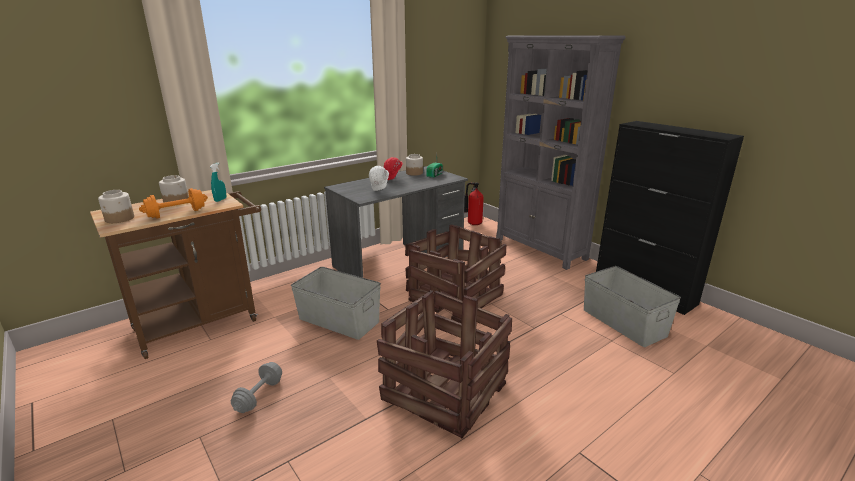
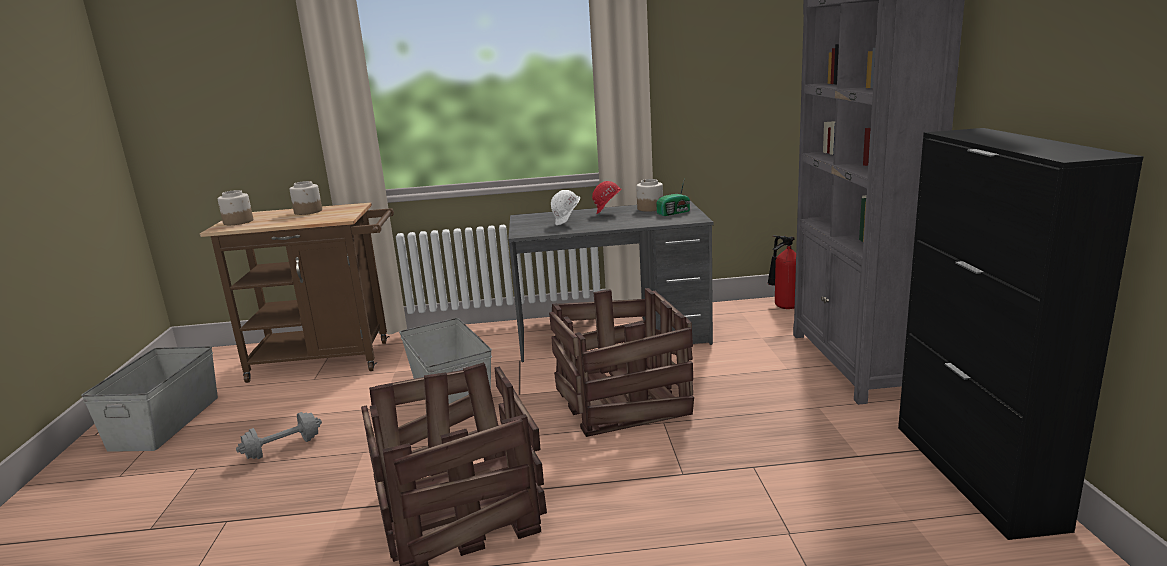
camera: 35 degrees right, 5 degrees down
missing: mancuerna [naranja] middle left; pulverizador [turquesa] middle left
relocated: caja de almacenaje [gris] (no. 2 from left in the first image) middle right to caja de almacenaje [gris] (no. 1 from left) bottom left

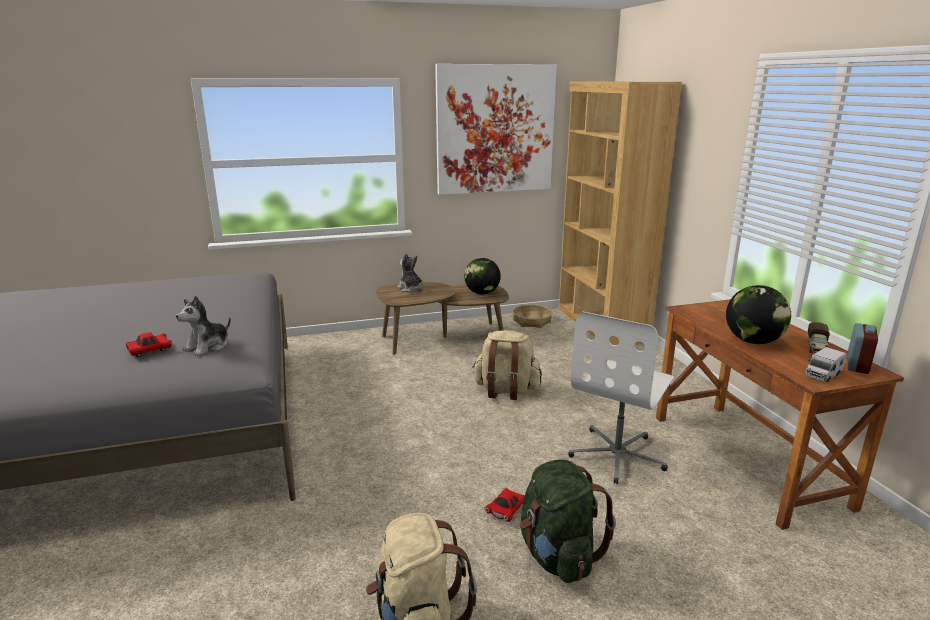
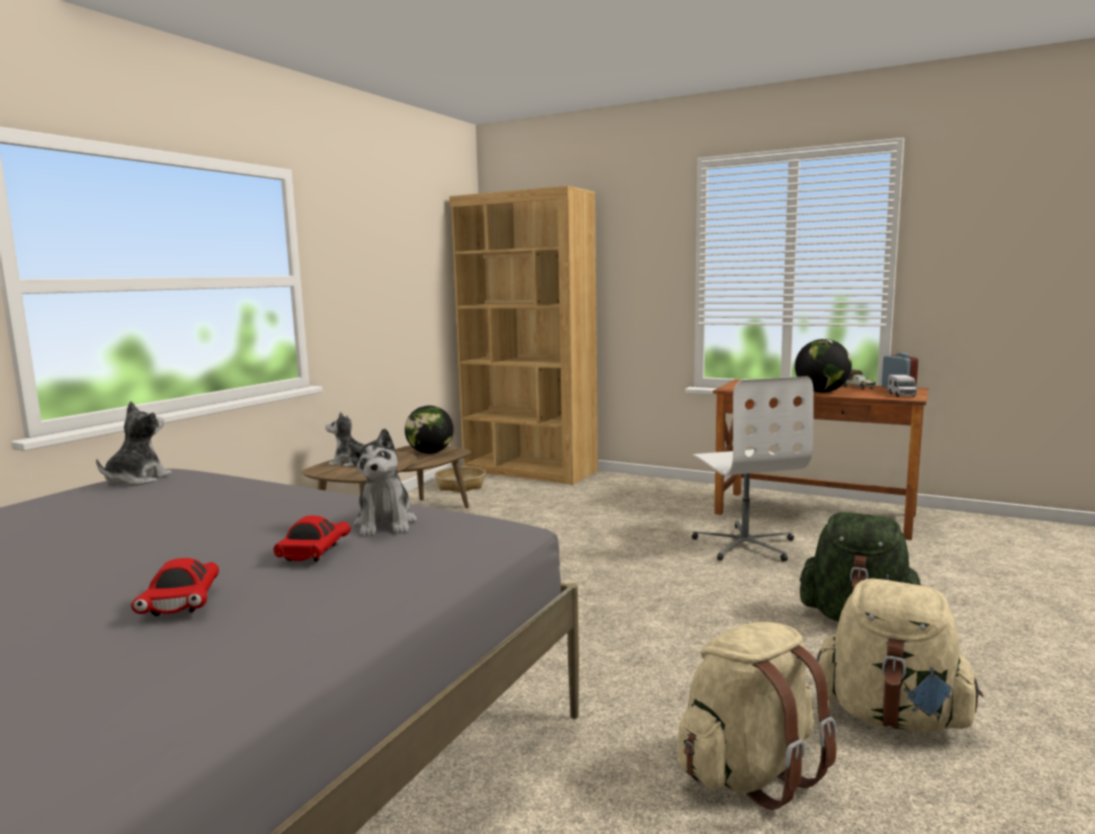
camera: 45 degrees left, 10 degrees down
missing: cuadro top centre
appeared: peluche (no. 1 from left) middle left
relocated: mochila [beis] (no. 2 from left in the first image) centre to mochila [beis] (no. 1 from left) bottom right; coche de juguete [rojo] (no. 2 from left in the first image) bottom centre to coche de juguete [rojo] (no. 1 from left) bottom left

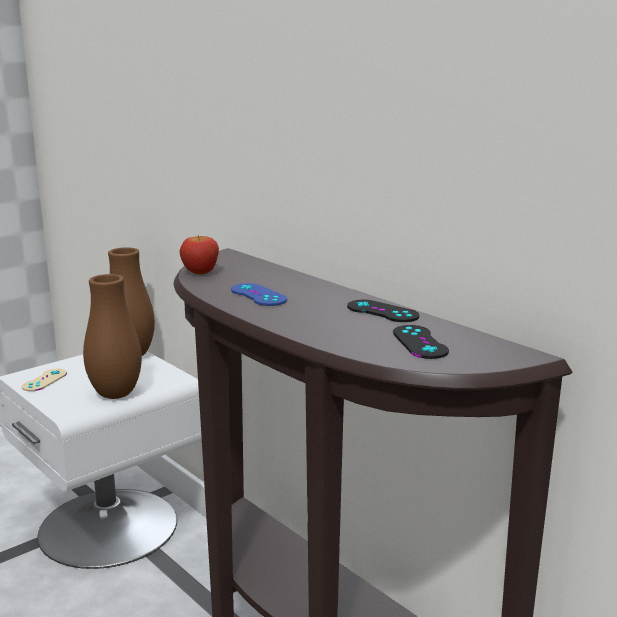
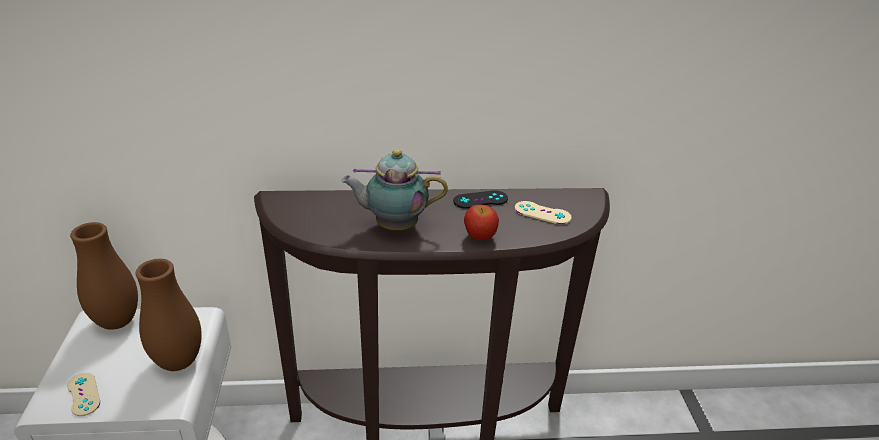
camera: 55 degrees left, 15 degrees up
relocated: manzana middle left to centre
exchanged: mando de consola [azul] centre to tetera centre
colour: mando de consola [negro] (no. 2 from left) middle right to mando de consola [beis] (no. 2 from left) centre

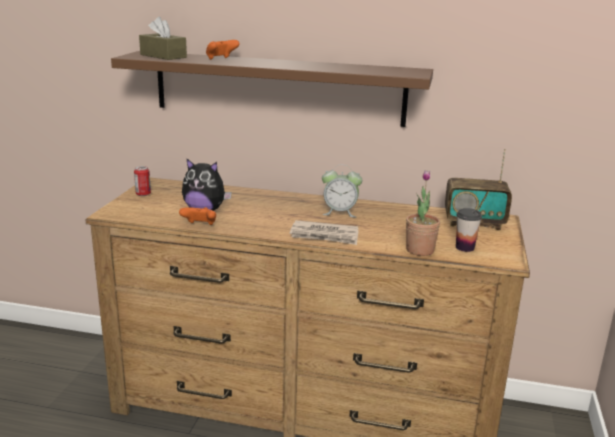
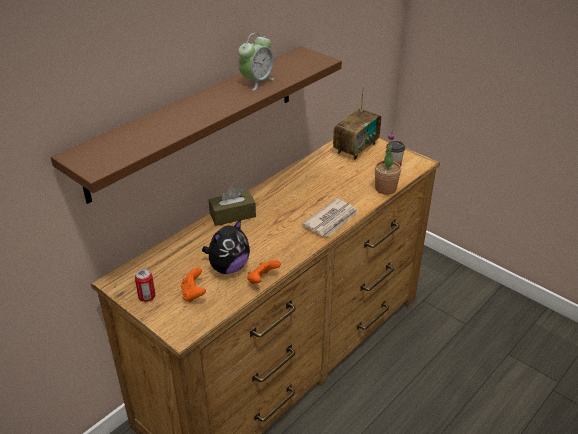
camera: 60 degrees left, 15 degrees up
relocated: caja de pañuelos [marrón] top left to centre; mando de consola [naranja] (no. 2 from left in the first image) top centre to mando de consola [naranja] (no. 1 from left) centre; despertador centre to top centre

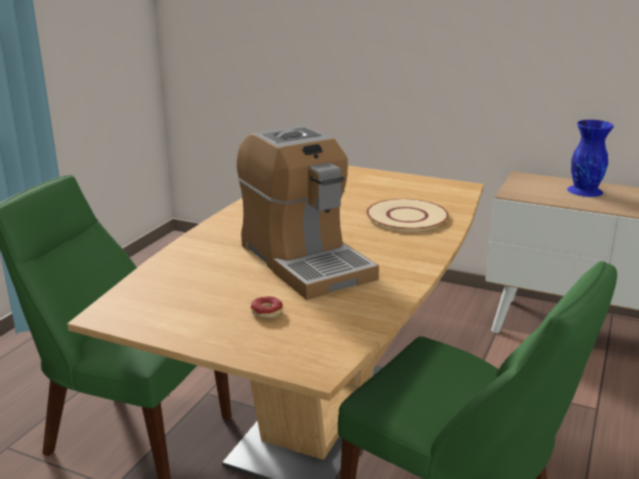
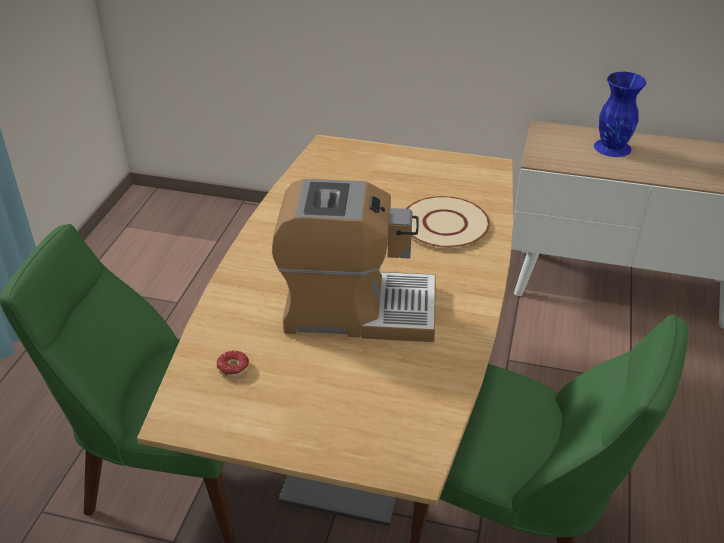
camera: 10 degrees left, 15 degrees up
relocated: rosquilla centre to bottom left
spun: cafetera centre = centre 45 degrees counterclockwise

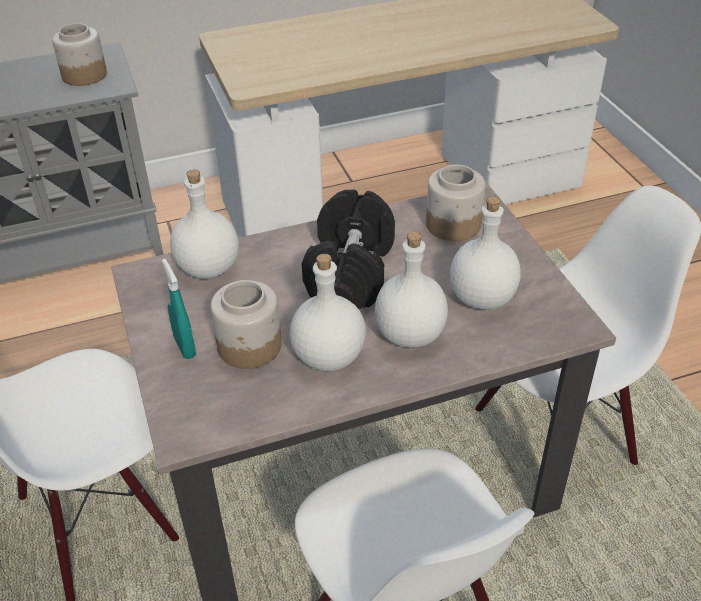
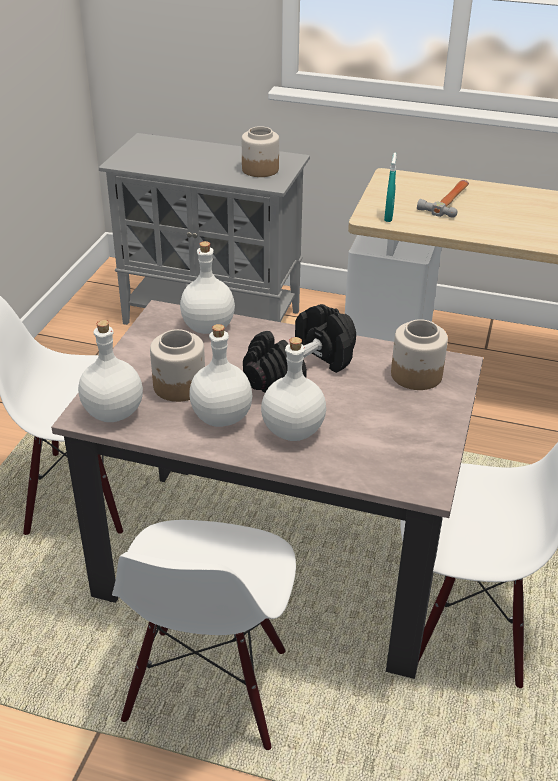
camera: 35 degrees right, 5 degrees down
appeared: martillo top right
relocated: pulverizador [turquesa] middle left to top right; botella [blanco] (no. 4 from left in the first image) middle right to botella [blanco] (no. 1 from left) middle left

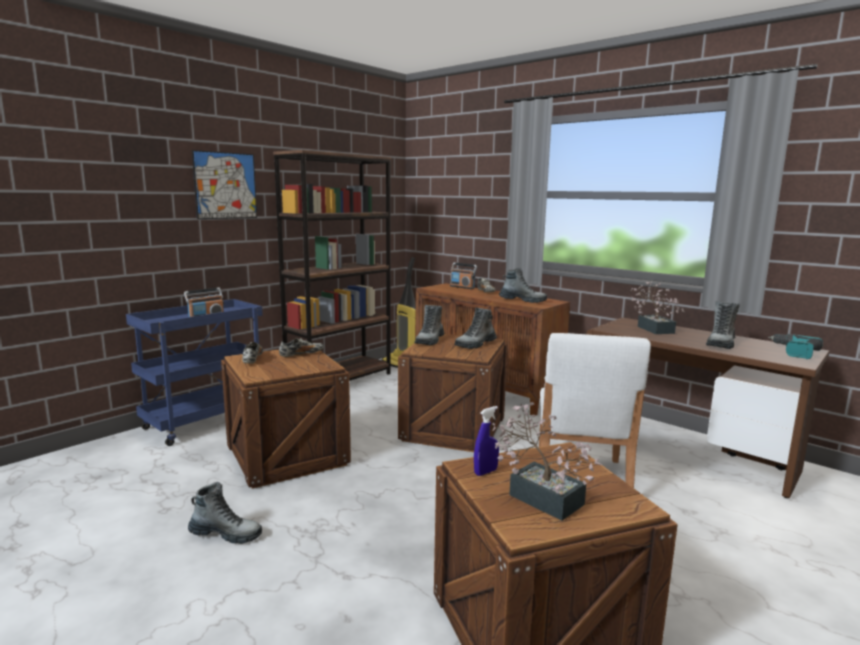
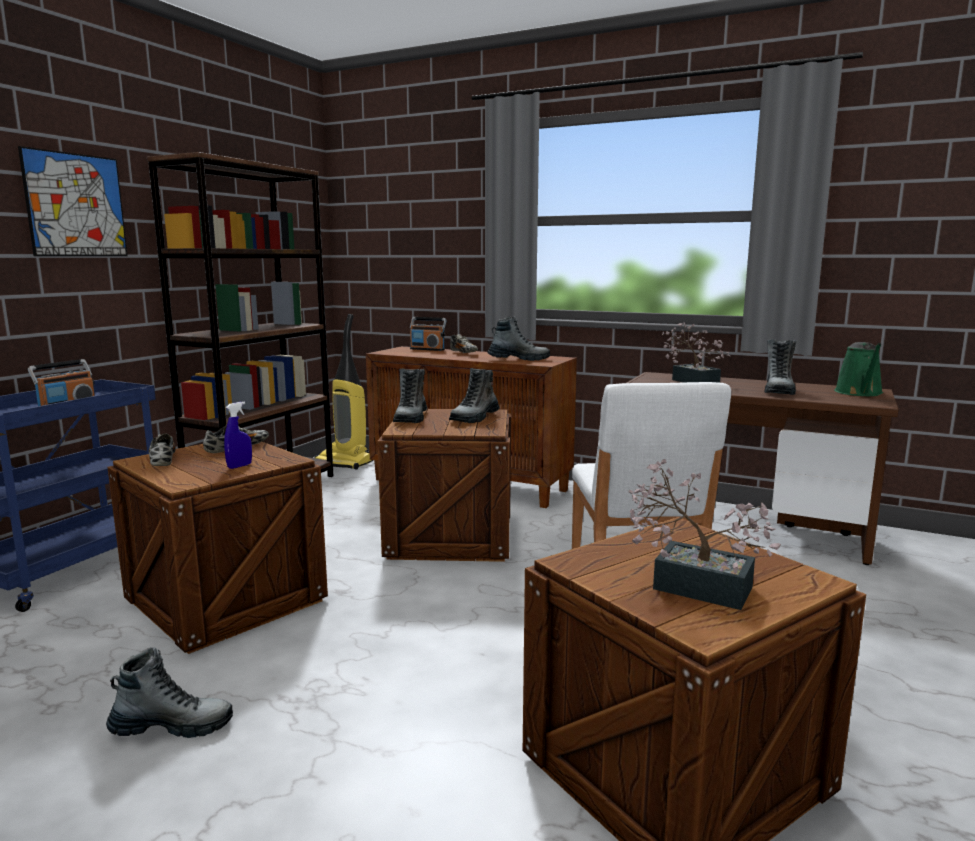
camera: 15 degrees left, 0 degrees up
relocated: pulverizador [azul] bottom centre to middle left
exchanged: taladro middle right to regadera [verde] middle right

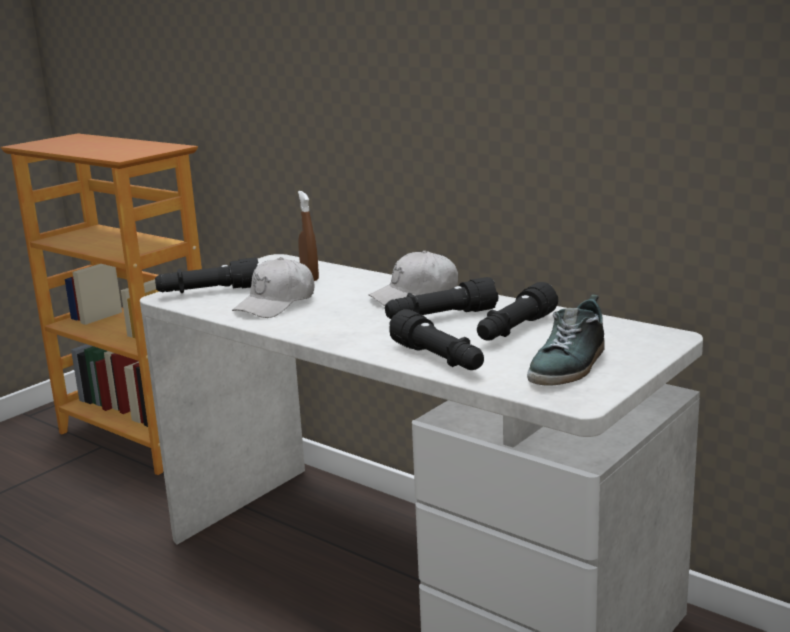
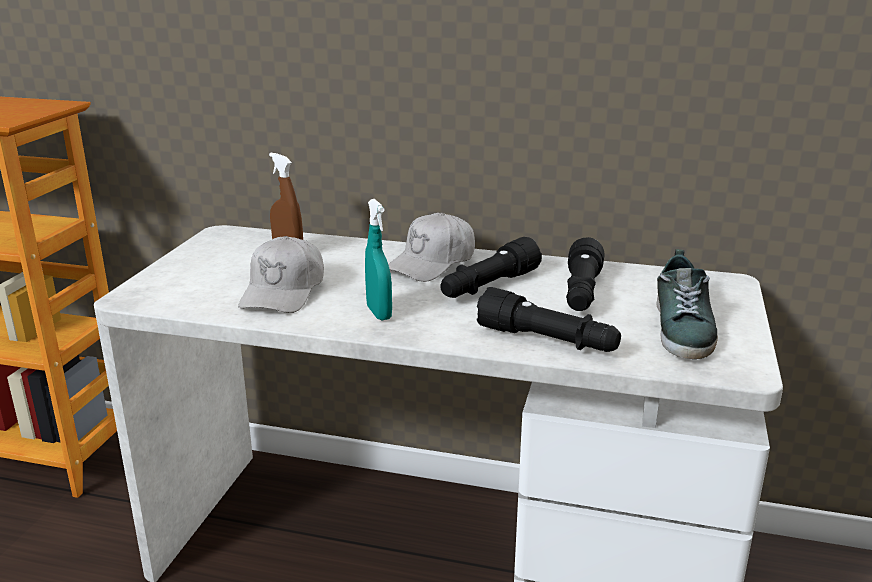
camera: 25 degrees left, 5 degrees up
missing: linterna [negro] (no. 1 from left) middle left
appeared: pulverizador [turquesa] centre

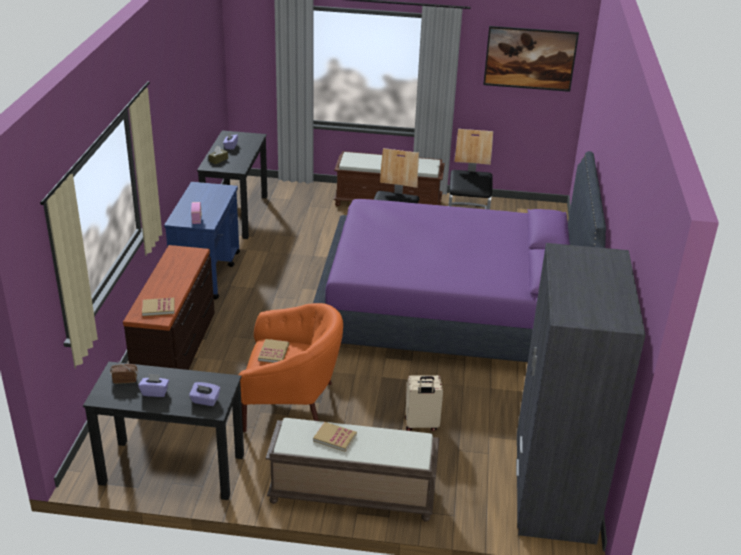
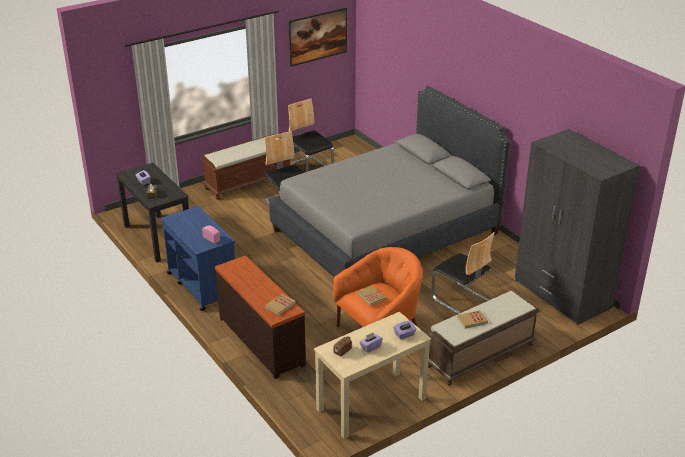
camera: 40 degrees left, 0 degrees up
exchanged: maleta [beis] bottom centre to silla (no. 3 from left) middle right
colour: escritorio [negro] (no. 1 from left) bottom left to escritorio [beis] bottom centre; cama [morado] centre to cama [gris] centre

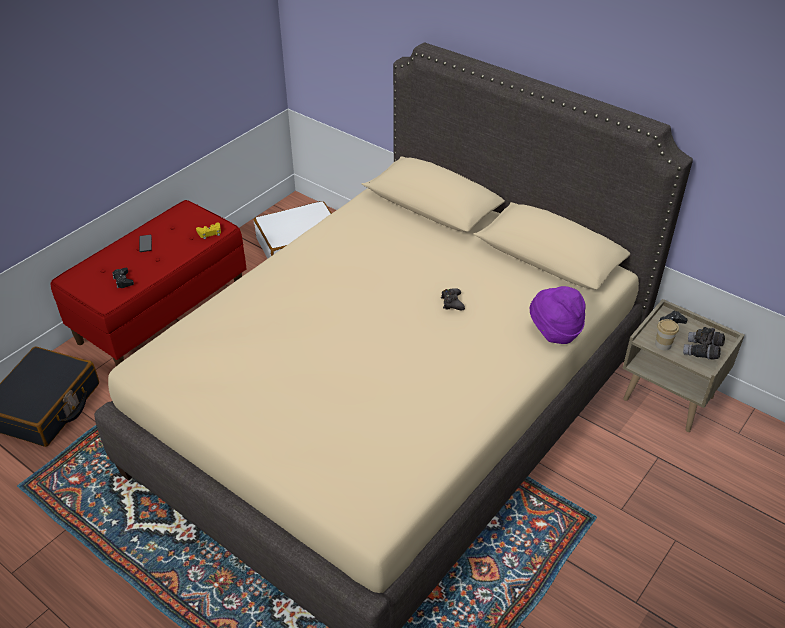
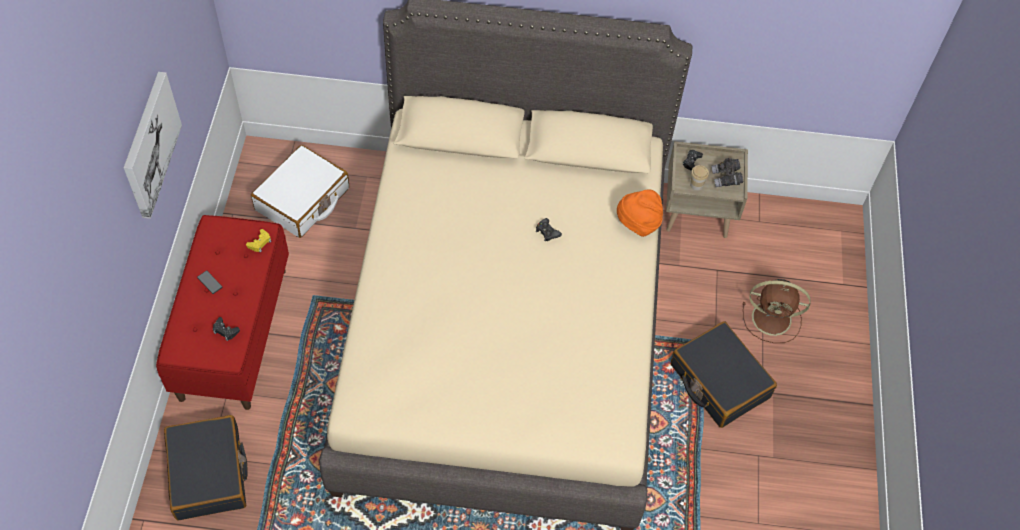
camera: 35 degrees left, 15 degrees up
appeared: cuadro top left; maleta [negro] (no. 2 from left) bottom right; ventilador [marrón] middle right
colour: sombrero [morado] middle right to sombrero [naranja] centre

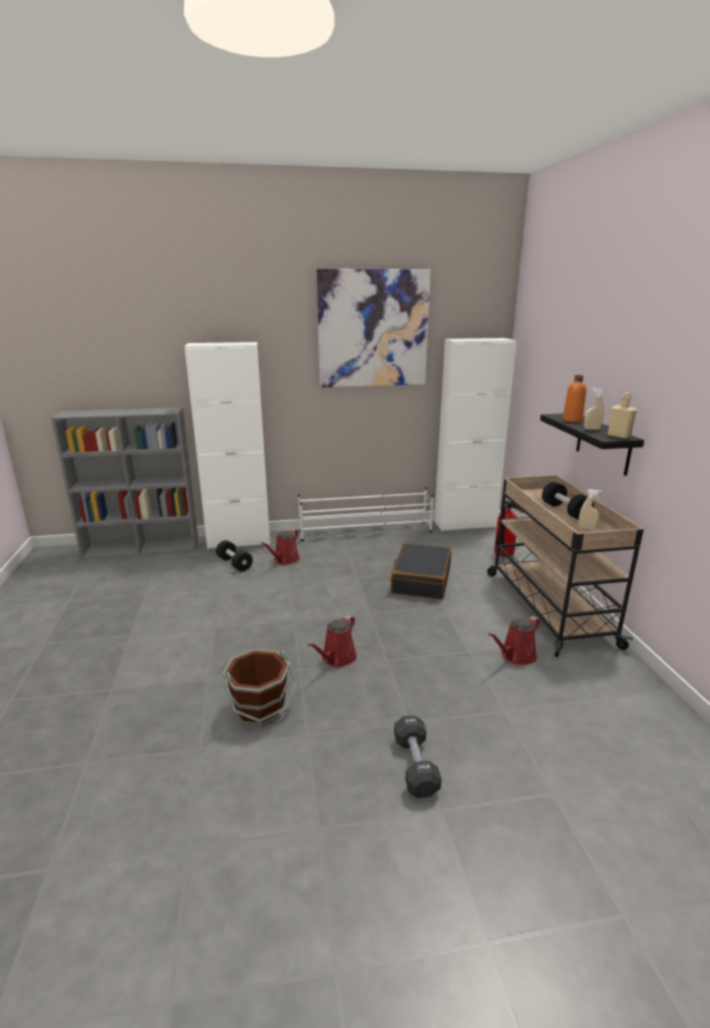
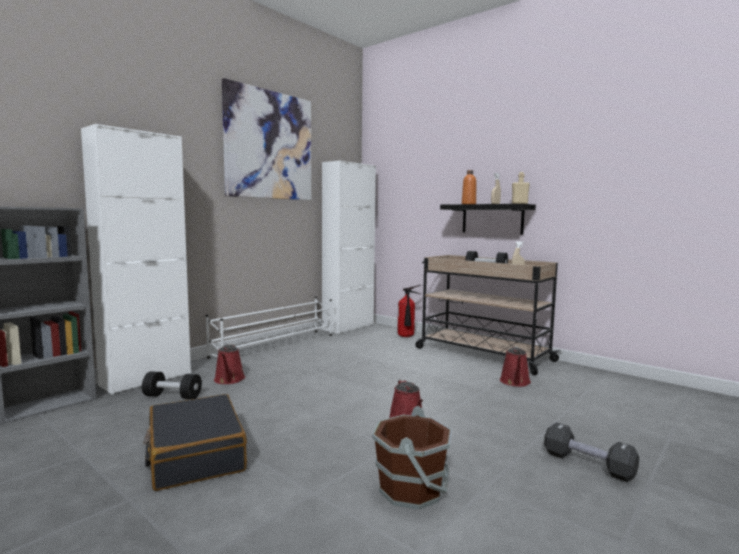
camera: 40 degrees left, 15 degrees down
relocated: maleta [negro] centre to bottom left

